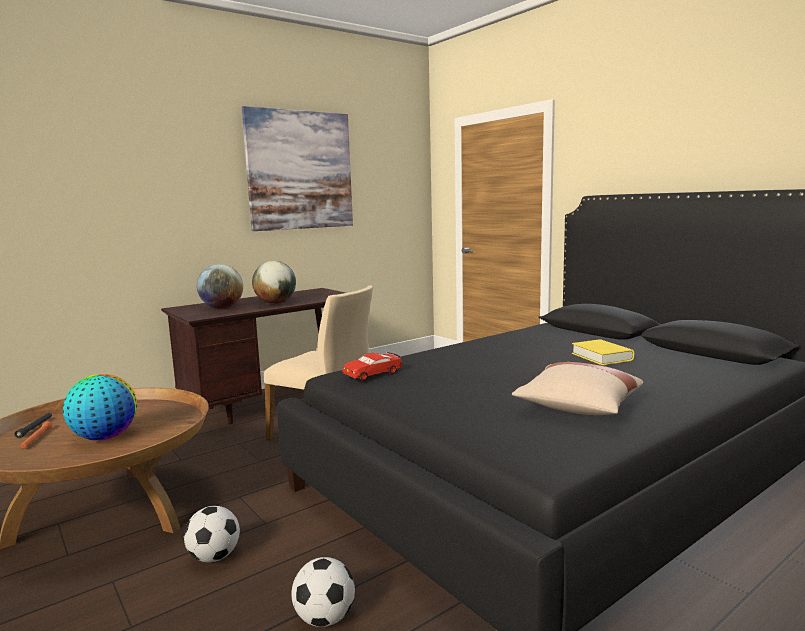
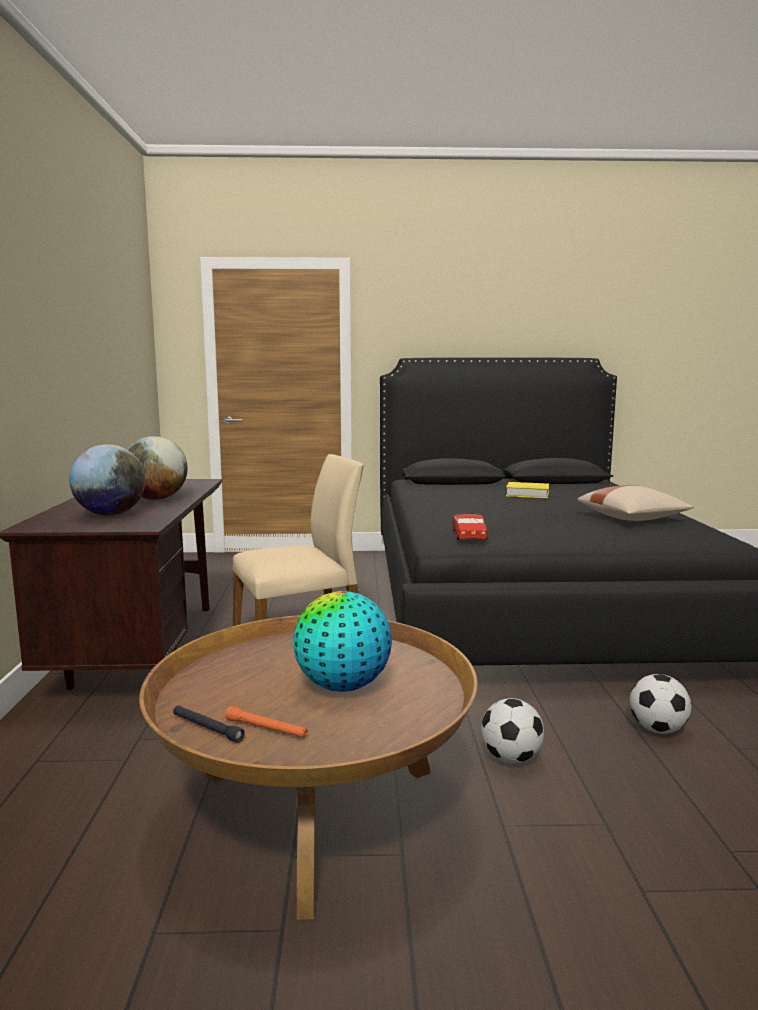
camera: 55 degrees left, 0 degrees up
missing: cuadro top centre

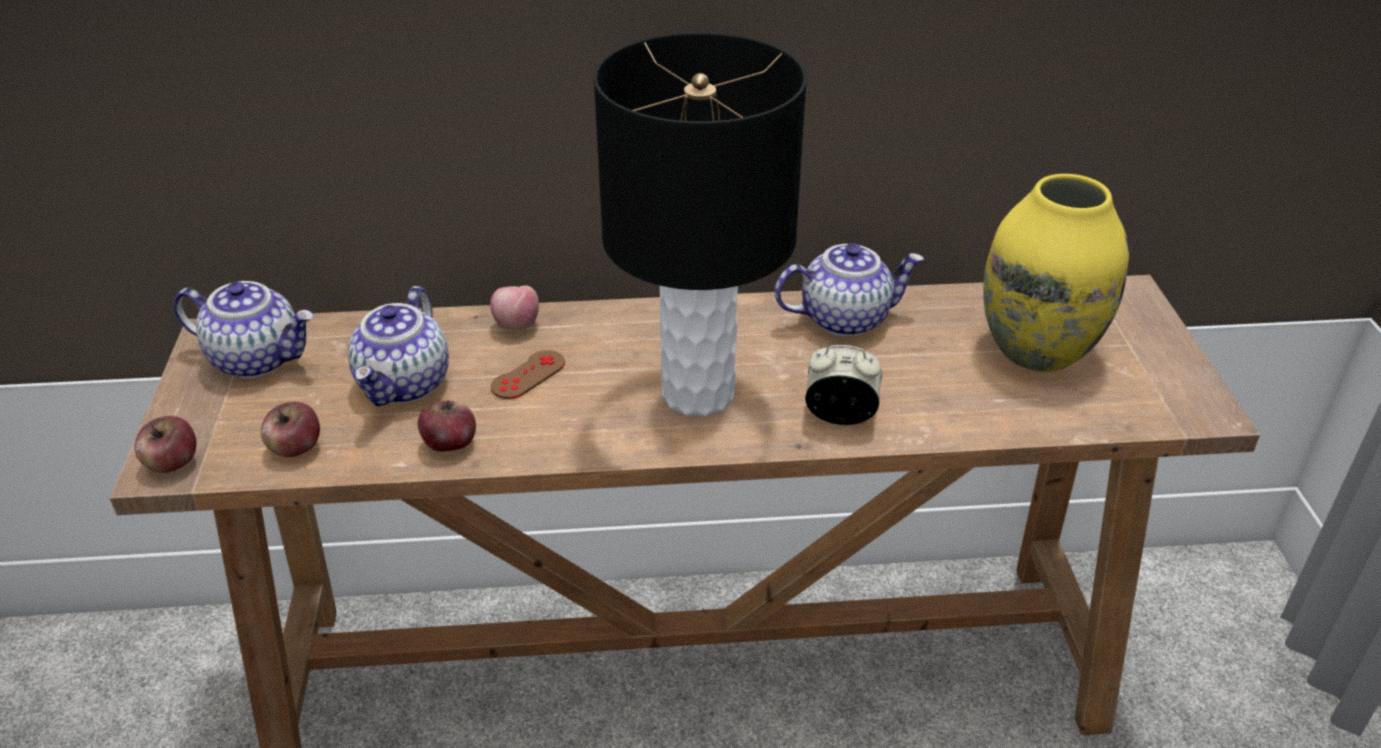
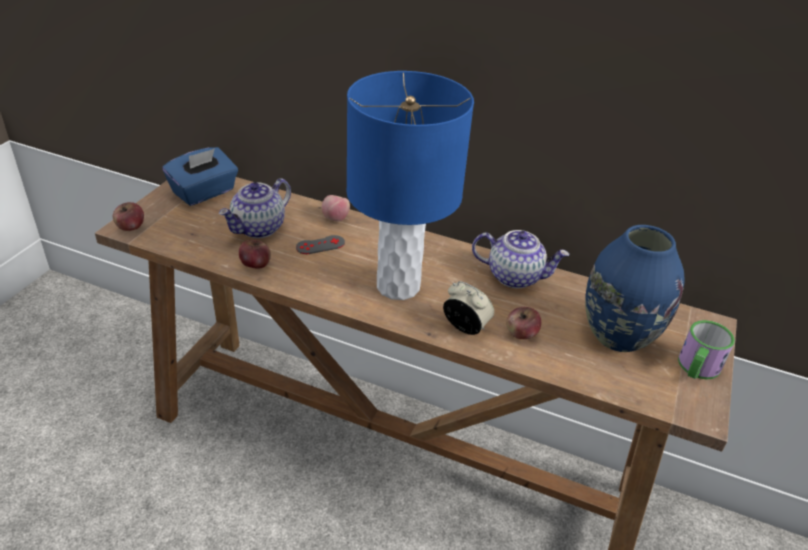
camera: 25 degrees right, 0 degrees up
appeared: taza grande middle right
relocated: manzana (no. 2 from left in the first image) middle left to manzana (no. 4 from left) centre
exchanged: tetera (no. 1 from left) middle left to caja de pañuelos [azul] top left
colour: mando de consola [marrón] centre to mando de consola [gris] centre; lámpara de mesa [negro] top centre to lámpara de mesa [azul] centre; florero [amarillo] middle right to florero [azul] middle right

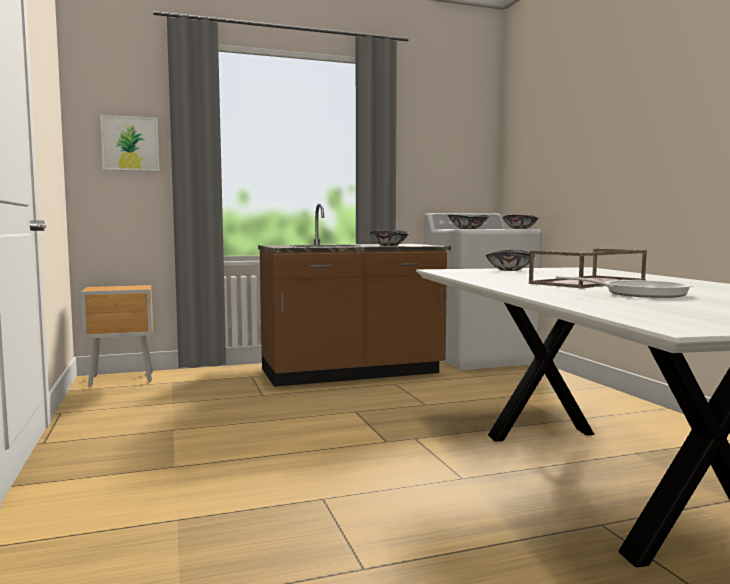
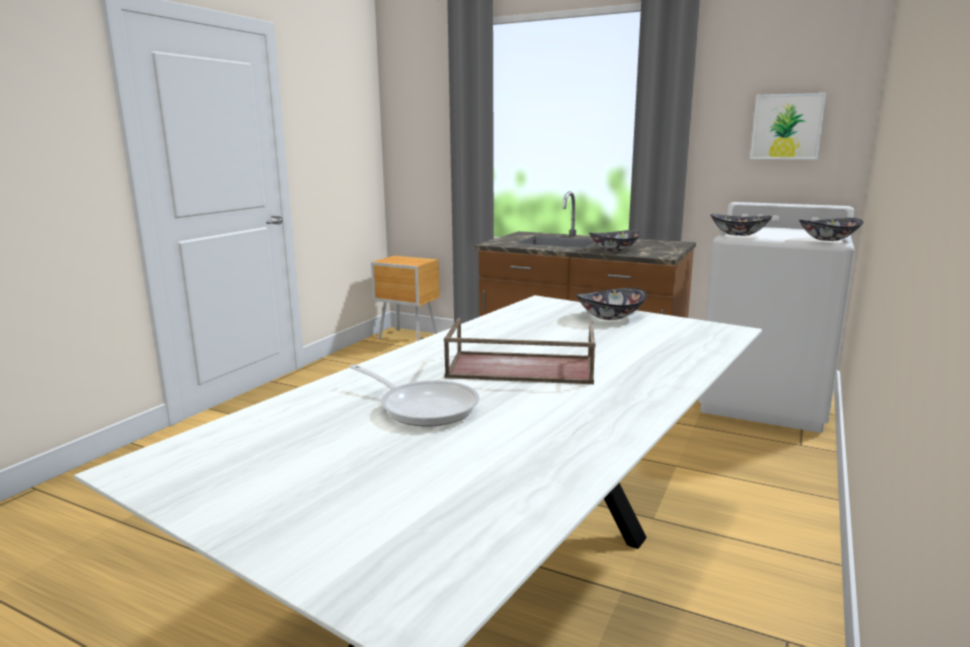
camera: 45 degrees right, 10 degrees up
relocated: cuadro top left to top right

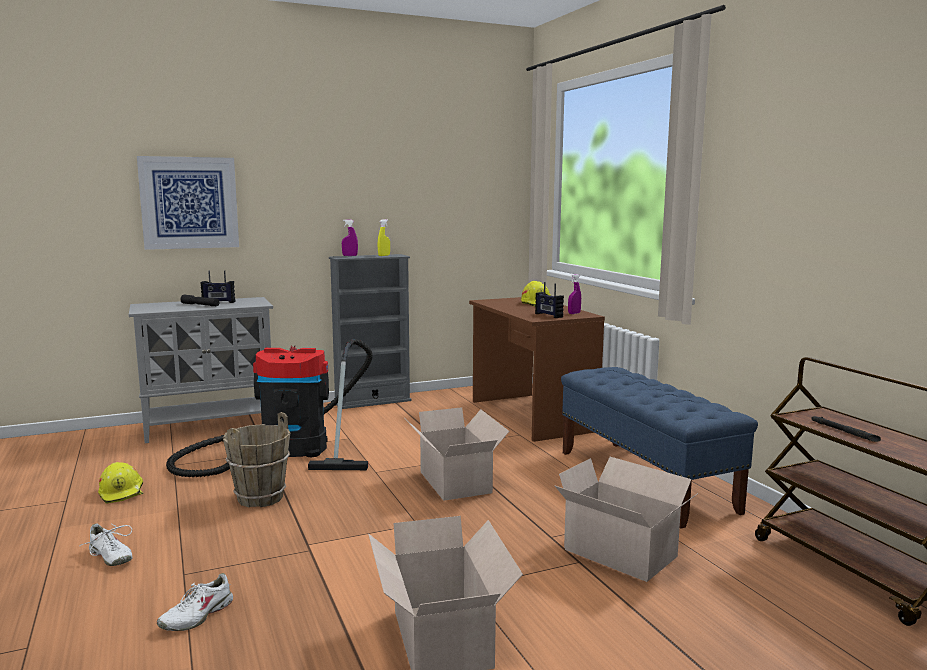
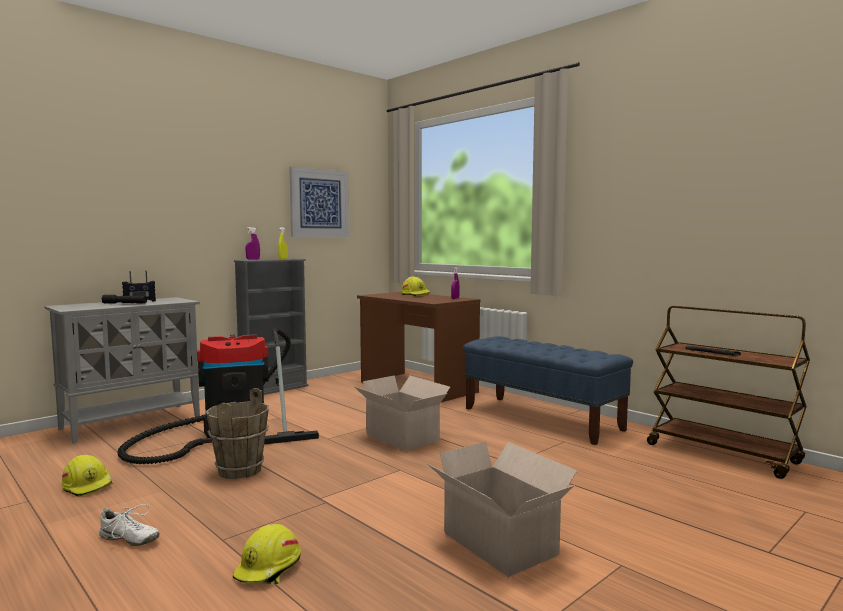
camera: 20 degrees left, 5 degrees down
missing: radio (no. 2 from left) centre; caja de cartón (no. 3 from left) bottom right
relocated: cuadro top left to top centre
exchanged: zapato [blanco] (no. 2 from left) bottom left to casco [amarillo] (no. 2 from left) bottom left

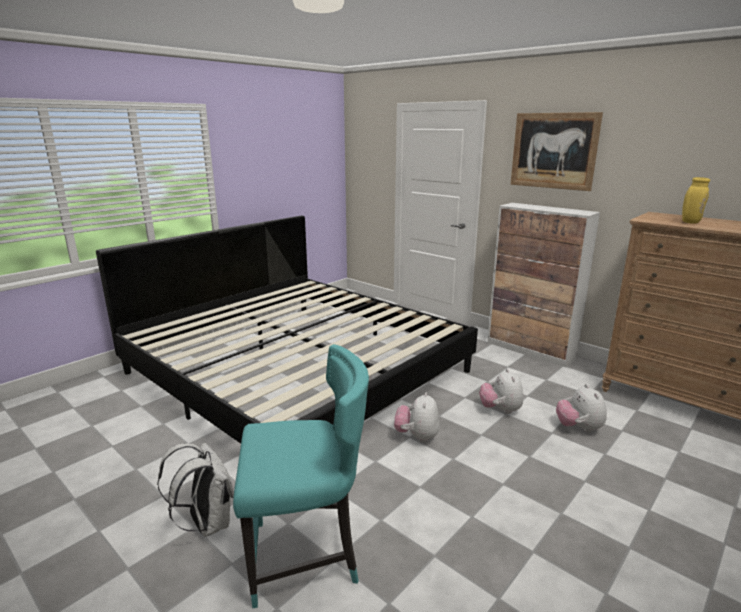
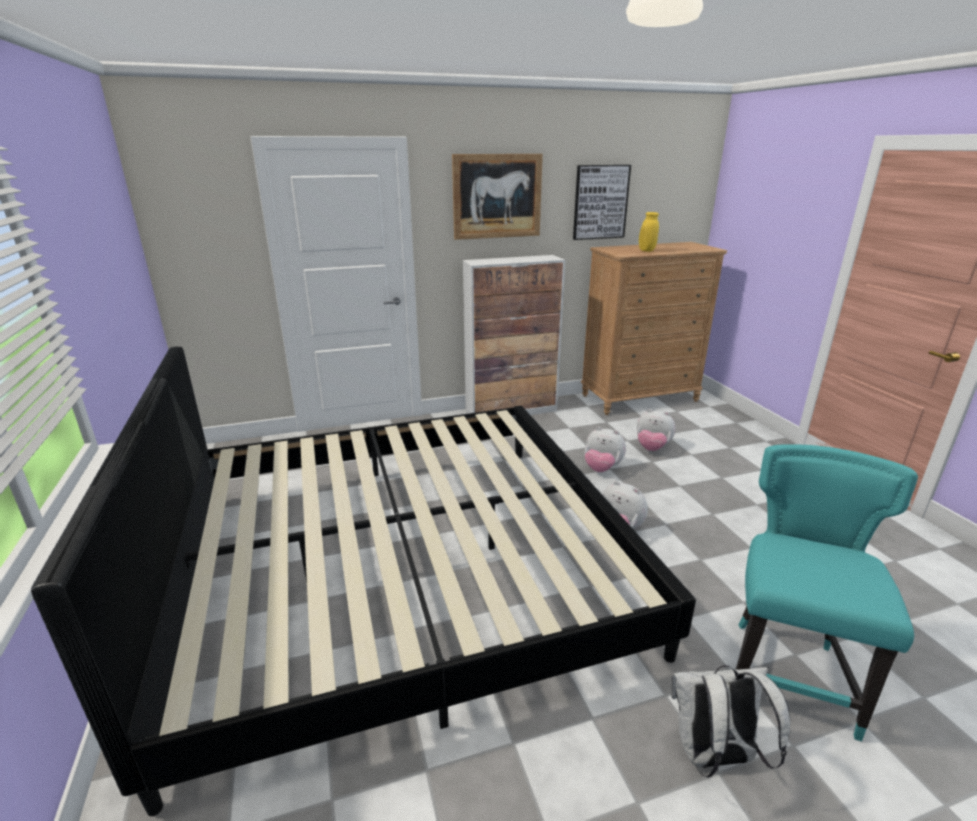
camera: 60 degrees left, 5 degrees up
appeared: cuadro (no. 2 from left) top centre

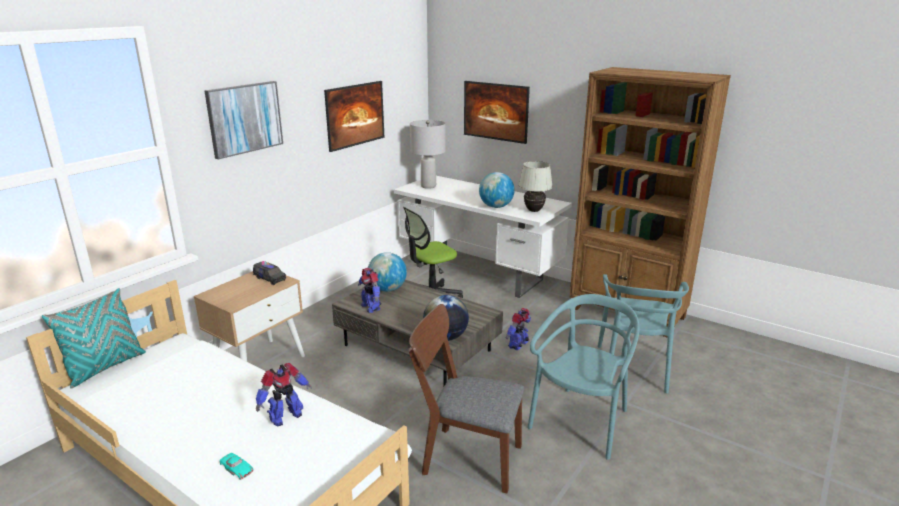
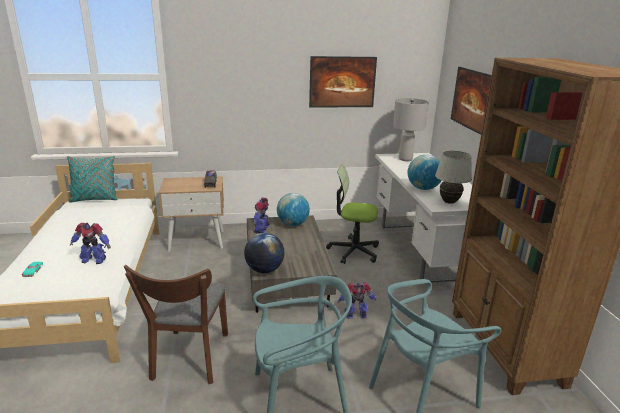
camera: 45 degrees right, 0 degrees up
missing: cuadro (no. 1 from left) top left
spun: silla [marrón] bottom centre = bottom left 150 degrees counterclockwise

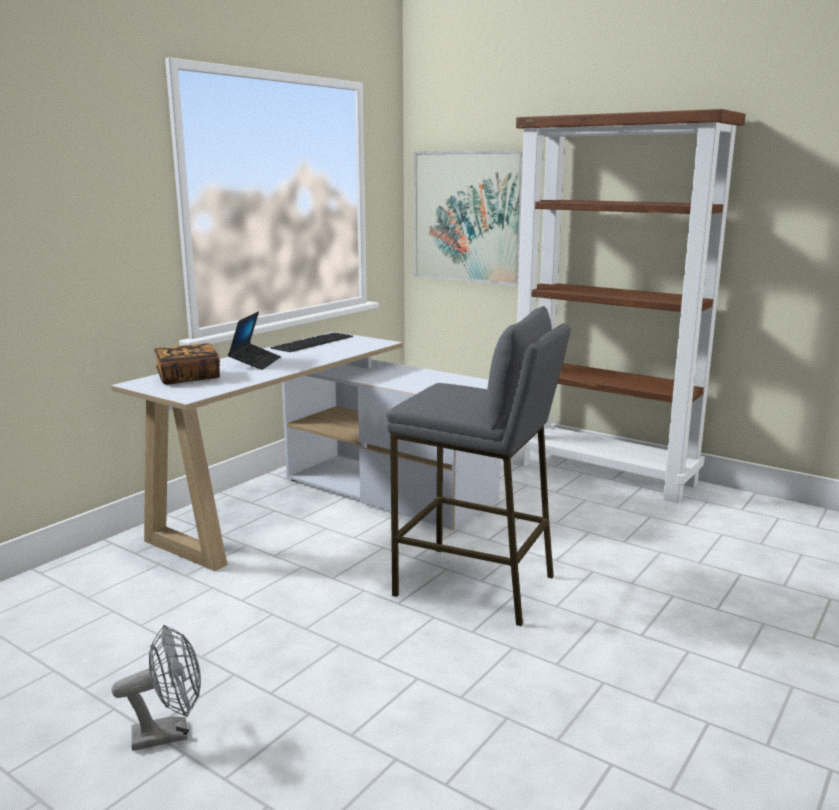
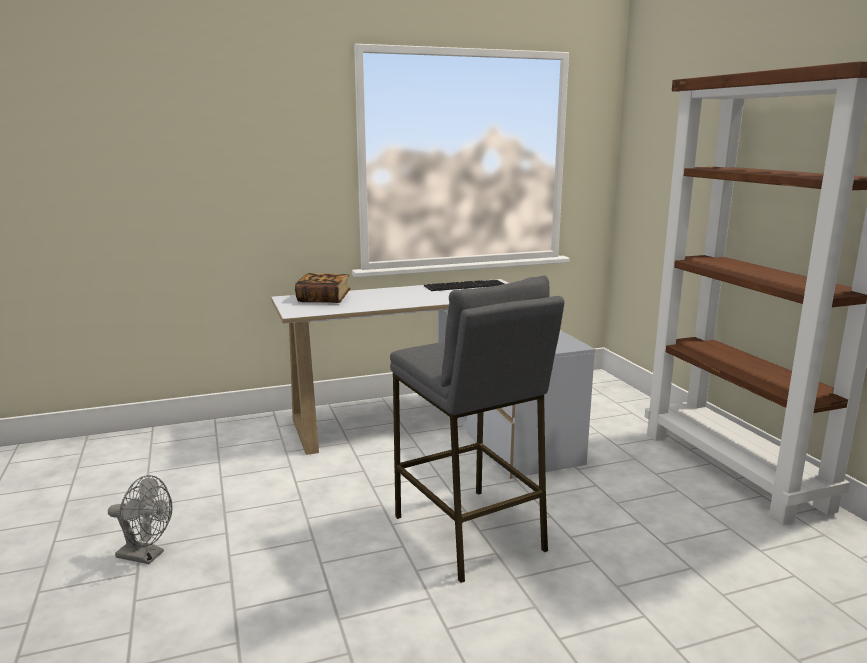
camera: 35 degrees right, 0 degrees up
missing: portátil middle left; cuadro top centre

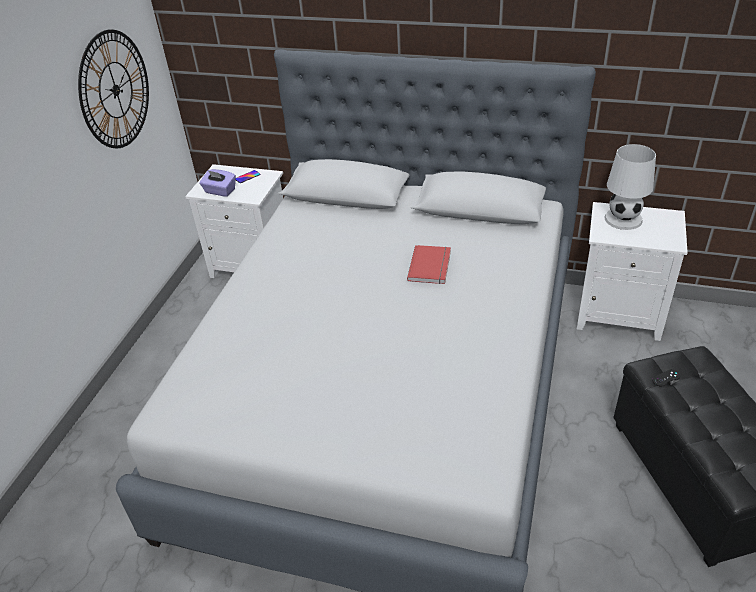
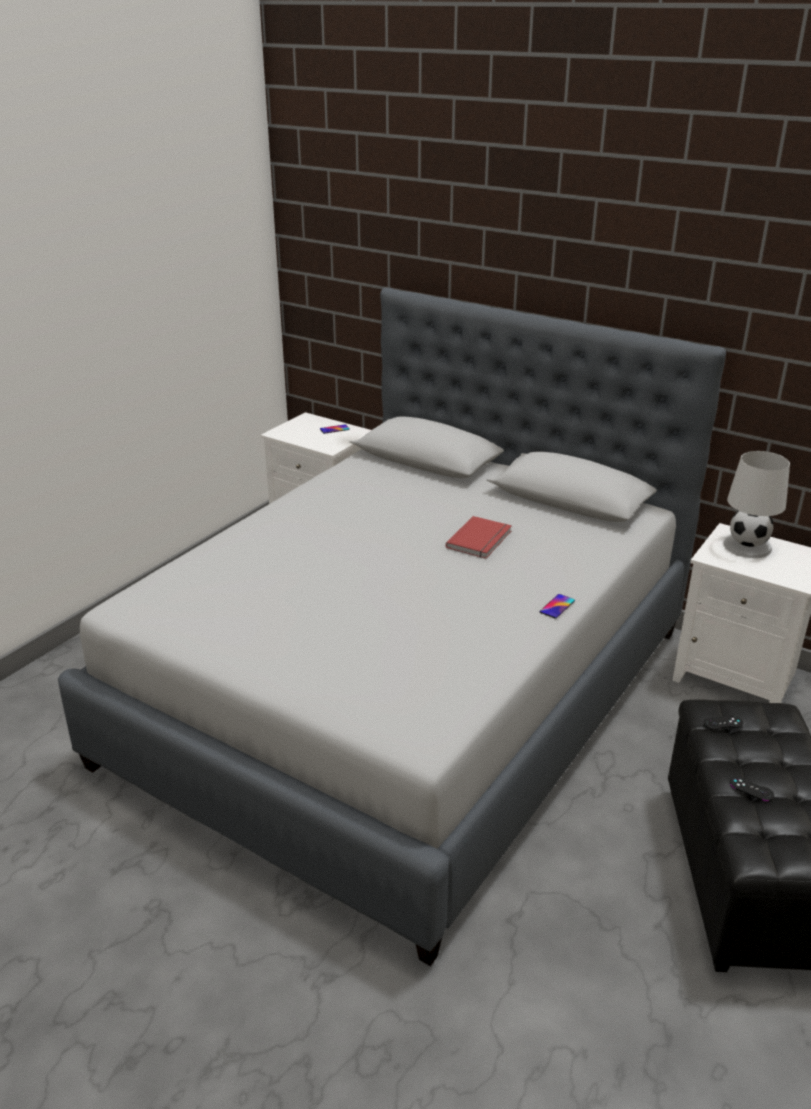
camera: 15 degrees right, 10 degrees down
missing: reloj de pared top left; caja de pañuelos [morado] top left
appeared: móvil (no. 2 from left) middle right; mando de consola [negro] (no. 2 from left) bottom right

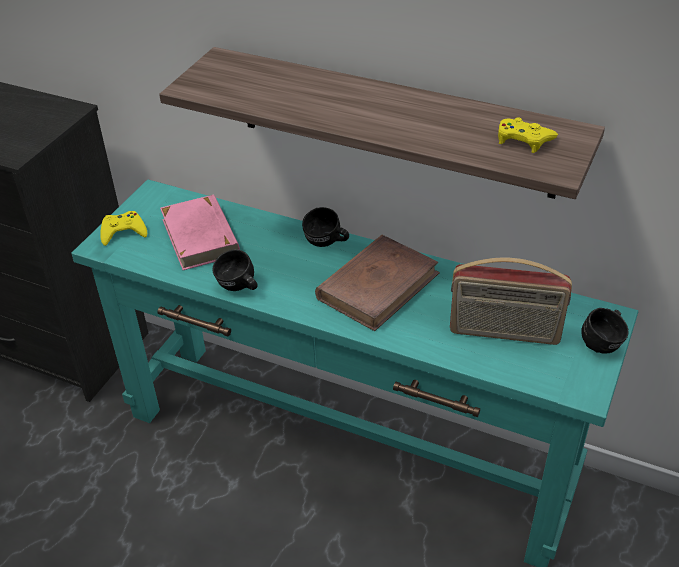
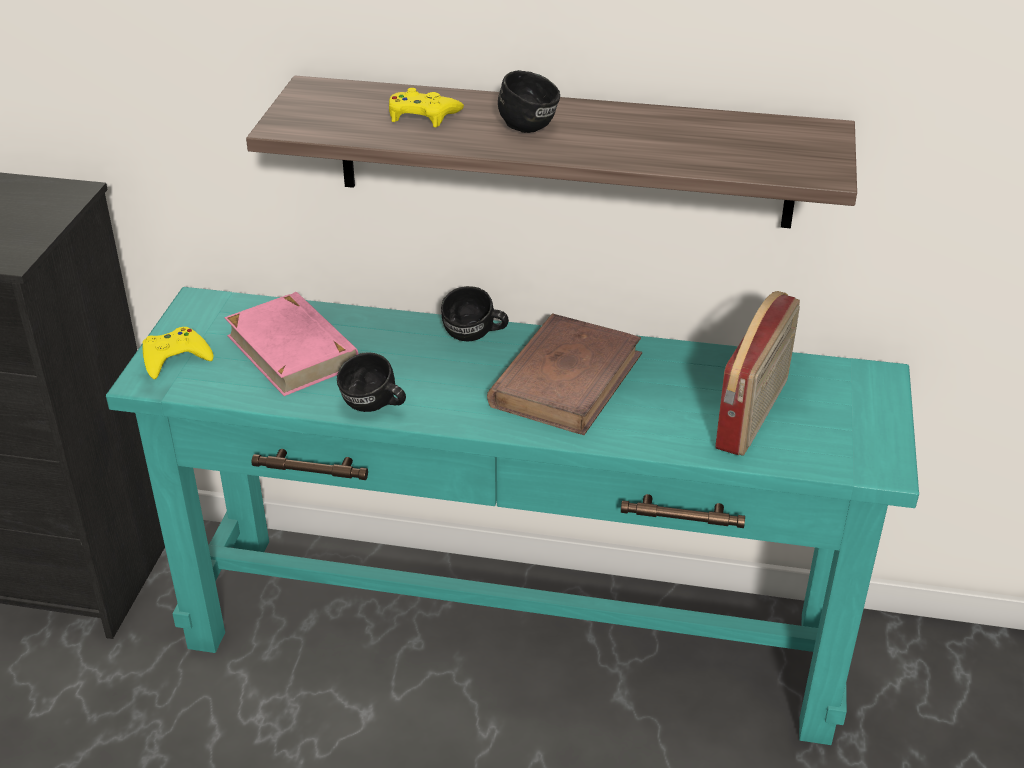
camera: 15 degrees left, 5 degrees down
relocated: mando de consola [amarillo] (no. 2 from left) top right to top centre; taza grande [negro] (no. 3 from left) middle right to top centre
spun: radio middle right = middle right 60 degrees counterclockwise

